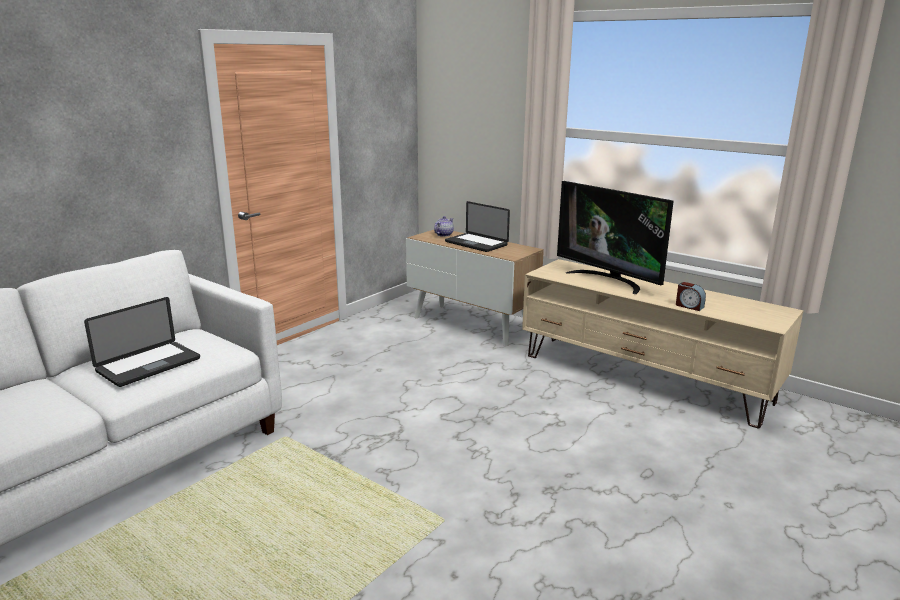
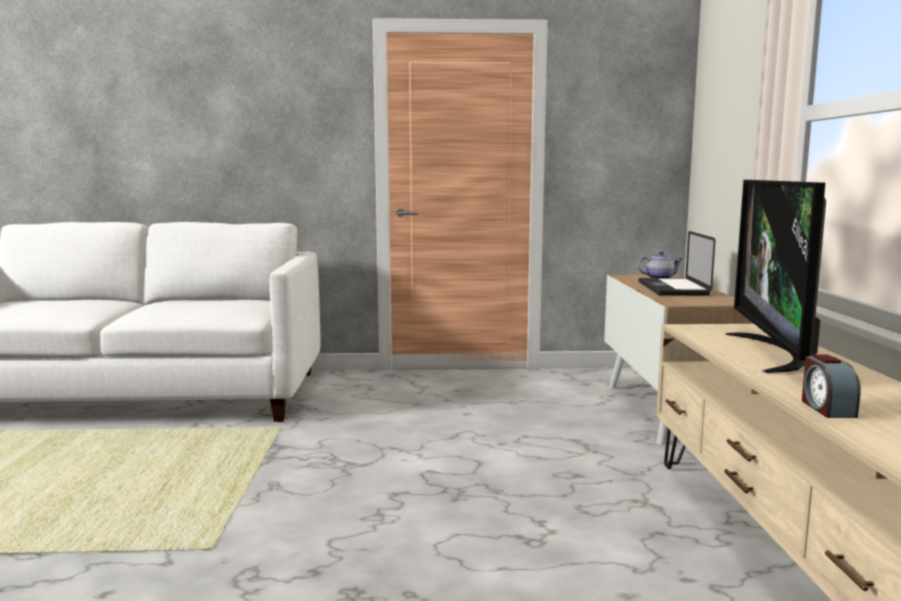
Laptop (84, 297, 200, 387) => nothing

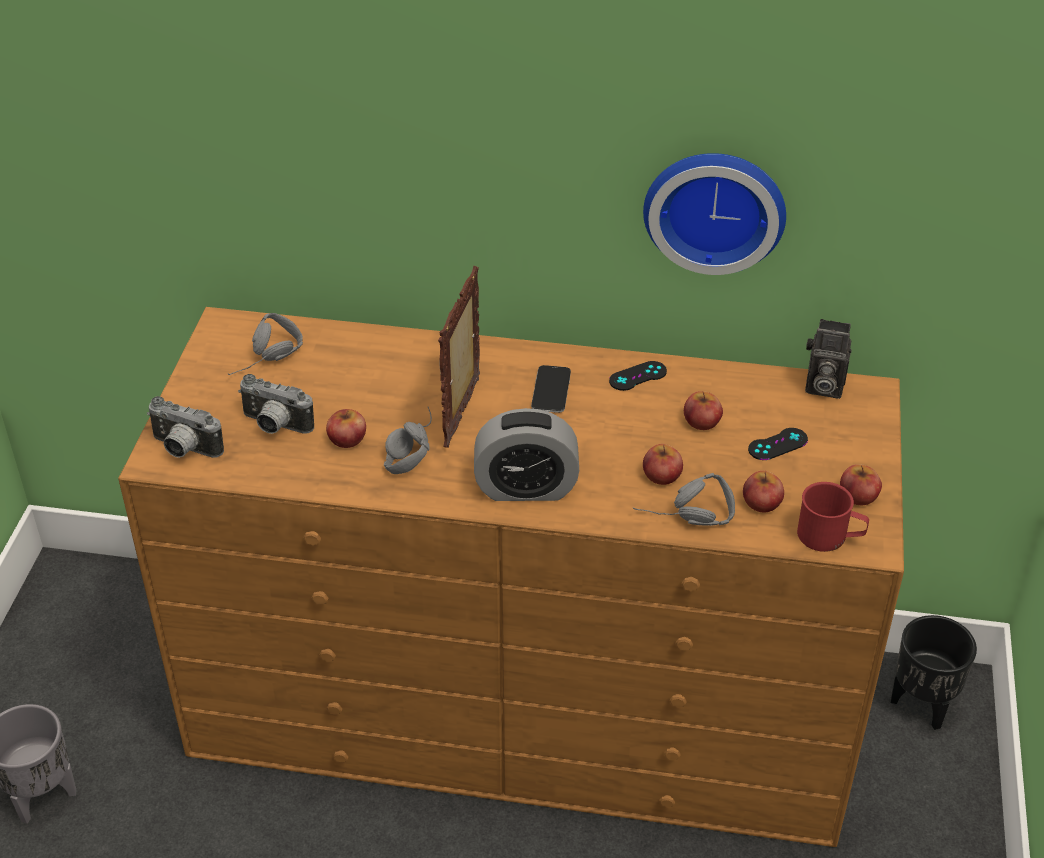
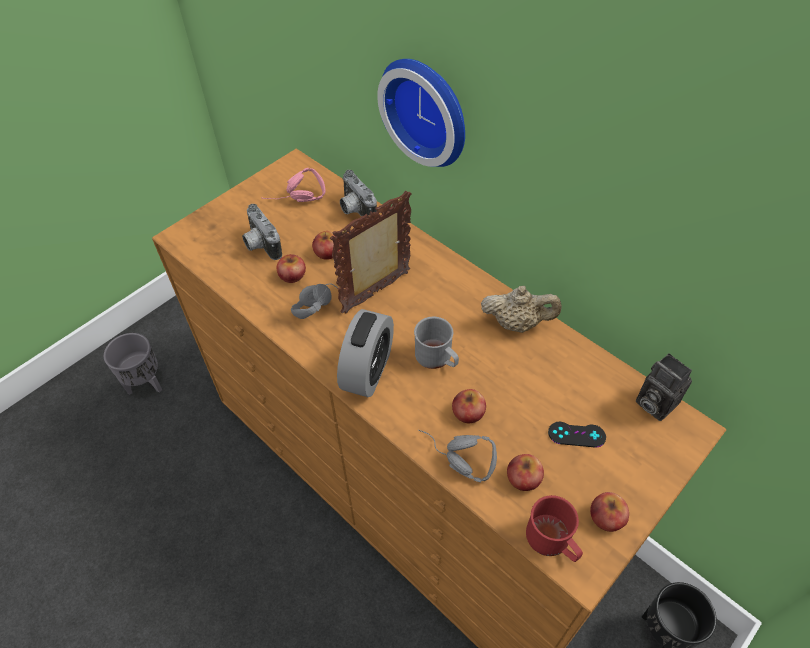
GreyHeadphones (228, 313, 303, 375) => PinkHeadphones (261, 168, 326, 202)
Apple (684, 391, 723, 430) => Apple (312, 231, 341, 260), shifted
AlarmClock (474, 408, 579, 501) => AlarmClock (337, 309, 394, 397), 105 degrees counterclockwise
PhotoCamera (147, 396, 224, 458) => PhotoCamera (340, 170, 377, 218), shifted
WallClock (643, 153, 786, 275) => WallClock (377, 59, 465, 167), shifted
nothing => GreyMug (414, 317, 459, 369)
BlackGameController (609, 361, 667, 391) => BeigeTeapot (481, 286, 562, 333)
Phone (531, 365, 571, 413) => nothing

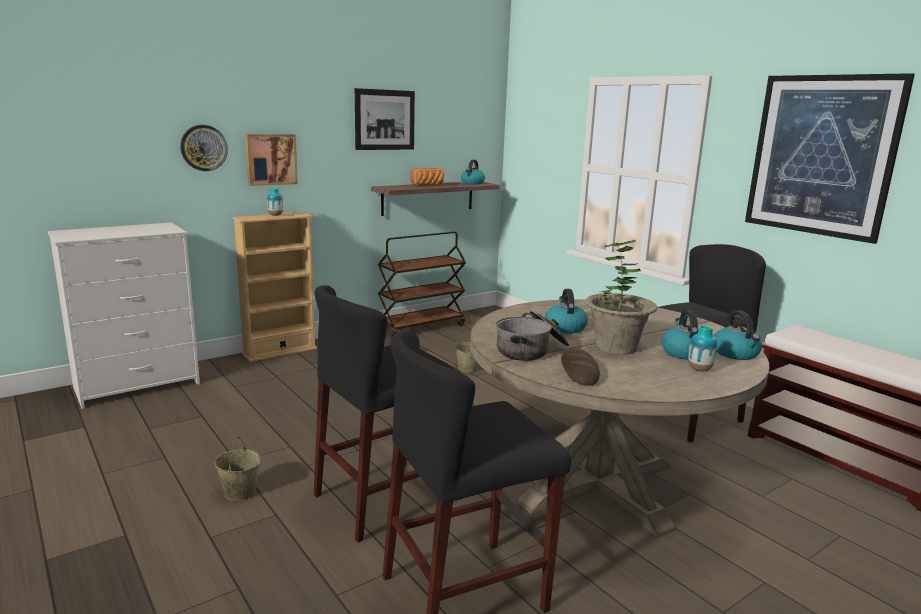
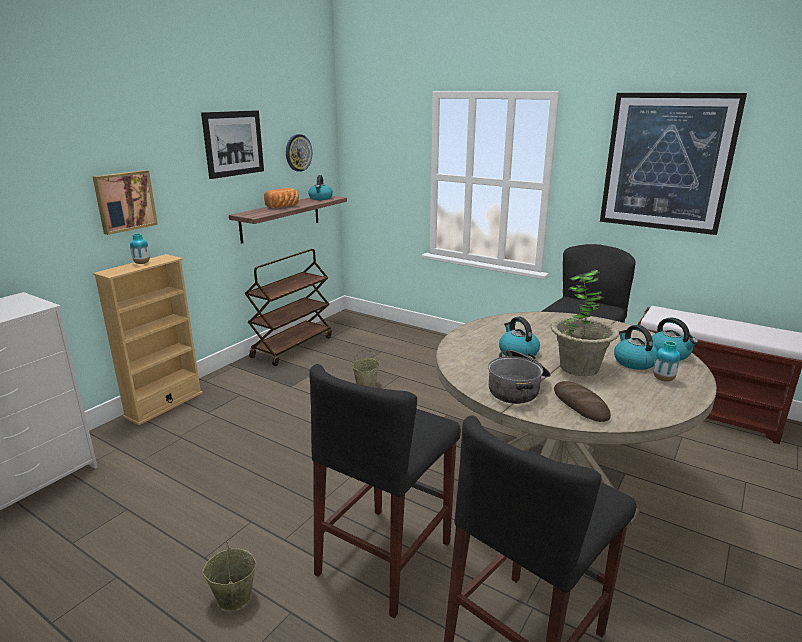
WallClock (180, 125, 228, 171) => WallClock (286, 134, 312, 172), shifted

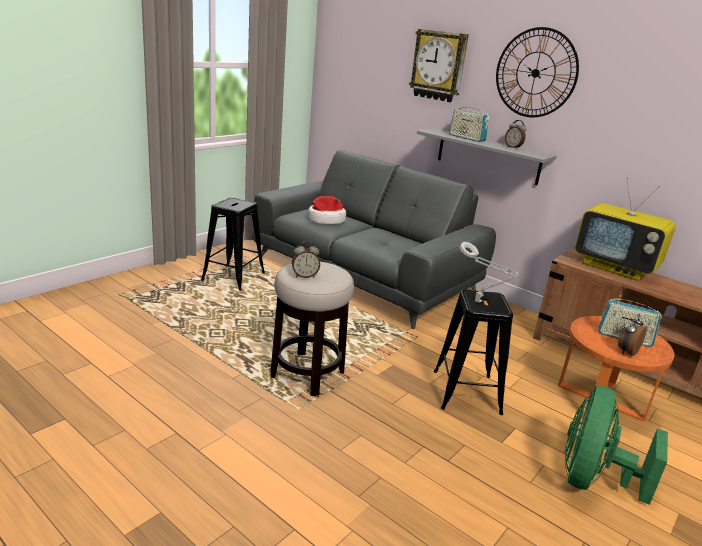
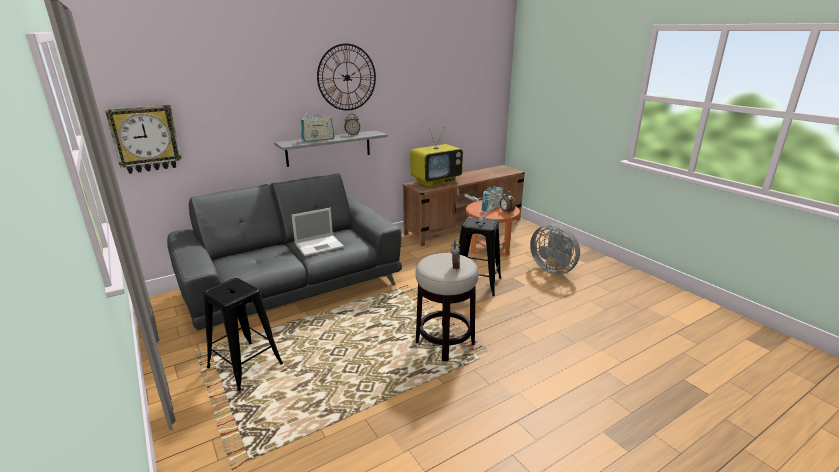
WallClock (409, 29, 469, 102) => WallClock (105, 105, 182, 174), shifted
nothing => Laptop (292, 208, 344, 256)
GreenFan (565, 386, 668, 505) => GreyFan (530, 223, 580, 274)
Hat (308, 196, 346, 225) => nothing

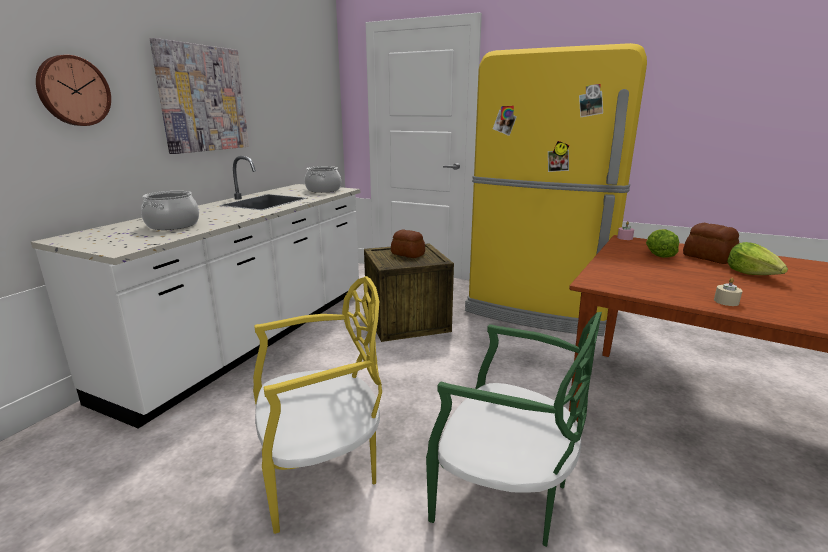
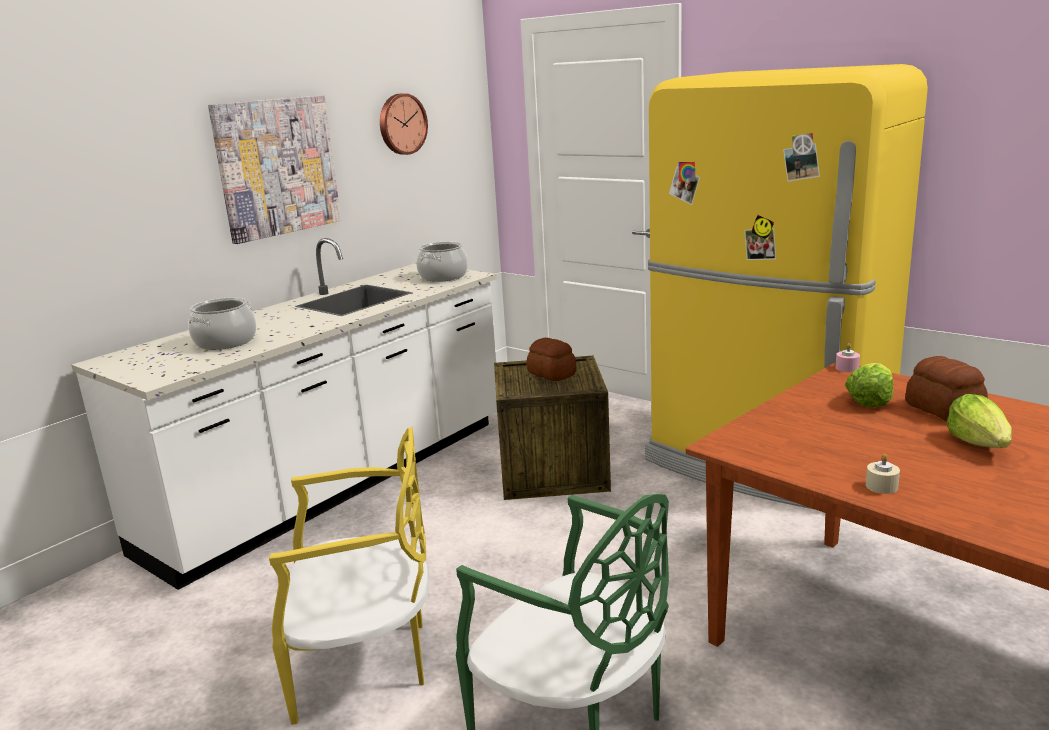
WallClock (36, 55, 111, 126) => WallClock (380, 93, 428, 155), shifted

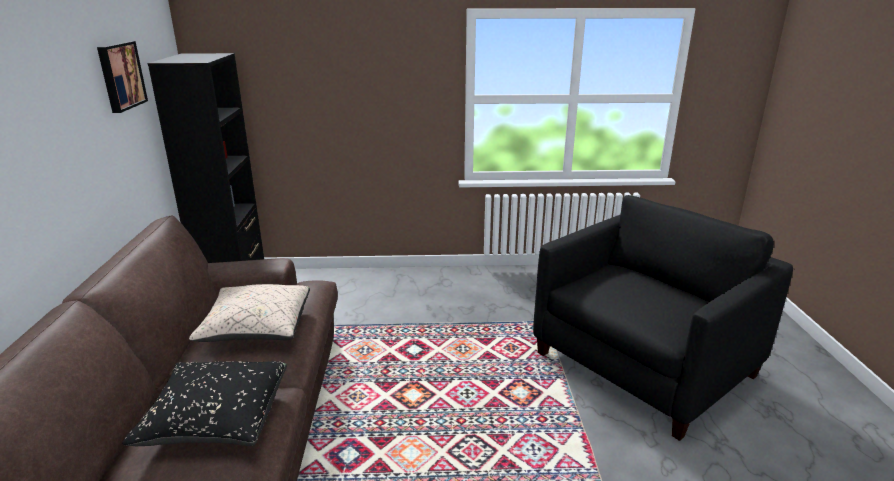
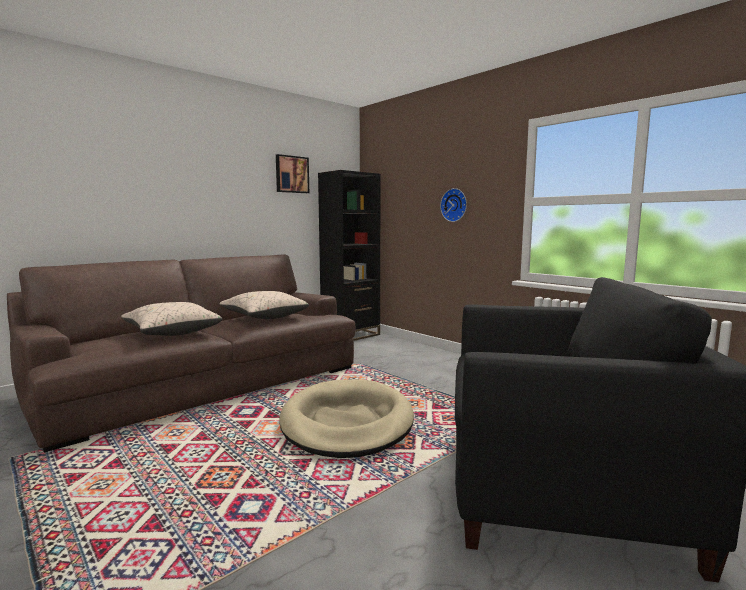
BlackPillow (122, 361, 287, 446) => BeigePillow (121, 302, 222, 336)
nothing => BeigeDogBed (279, 379, 414, 458)
nothing => WallClock (440, 188, 467, 222)

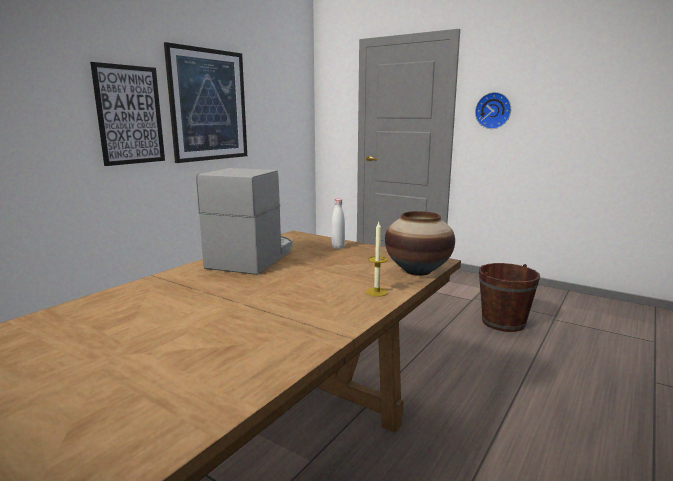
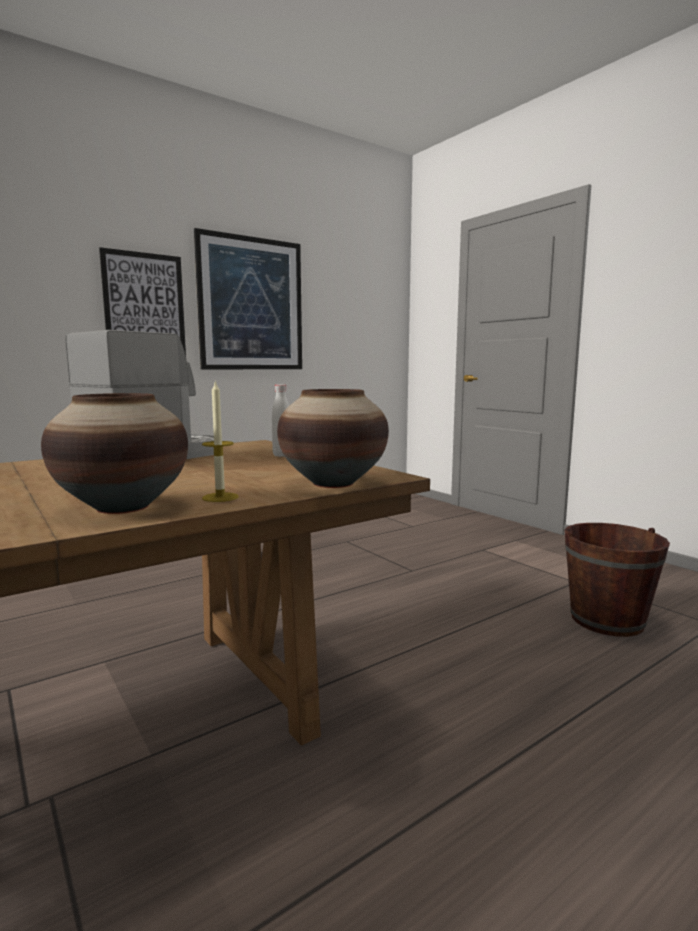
nothing => Vase (41, 393, 188, 514)
WallClock (475, 92, 511, 129) => nothing

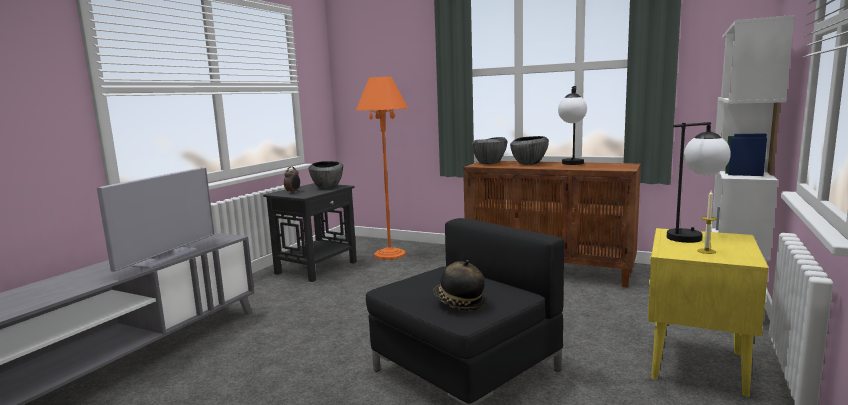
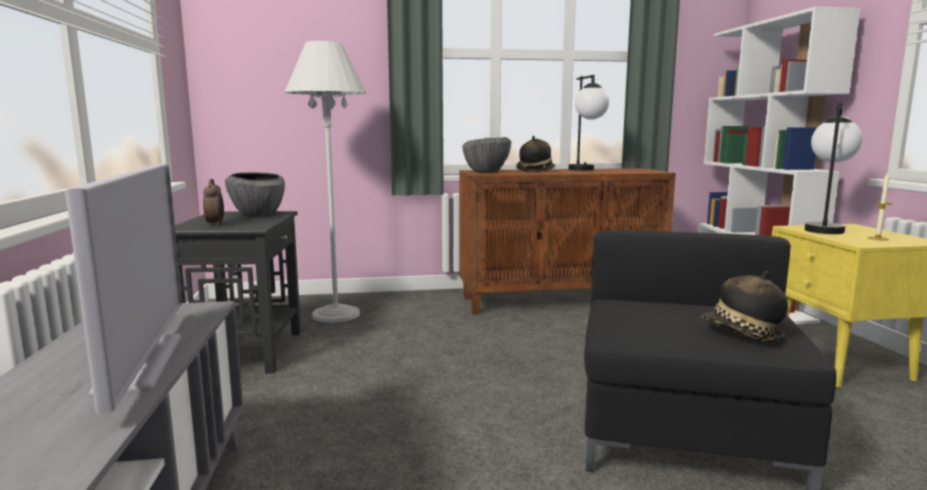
OrangeFloorLamp (356, 77, 408, 260) => WhiteFloorLamp (284, 41, 367, 323)
Bowl (510, 136, 549, 165) => Hat (516, 136, 555, 172)

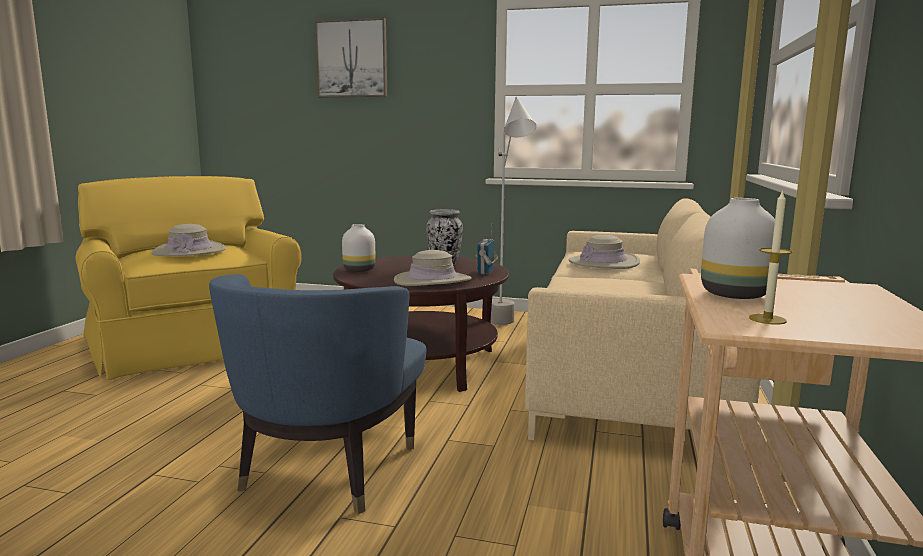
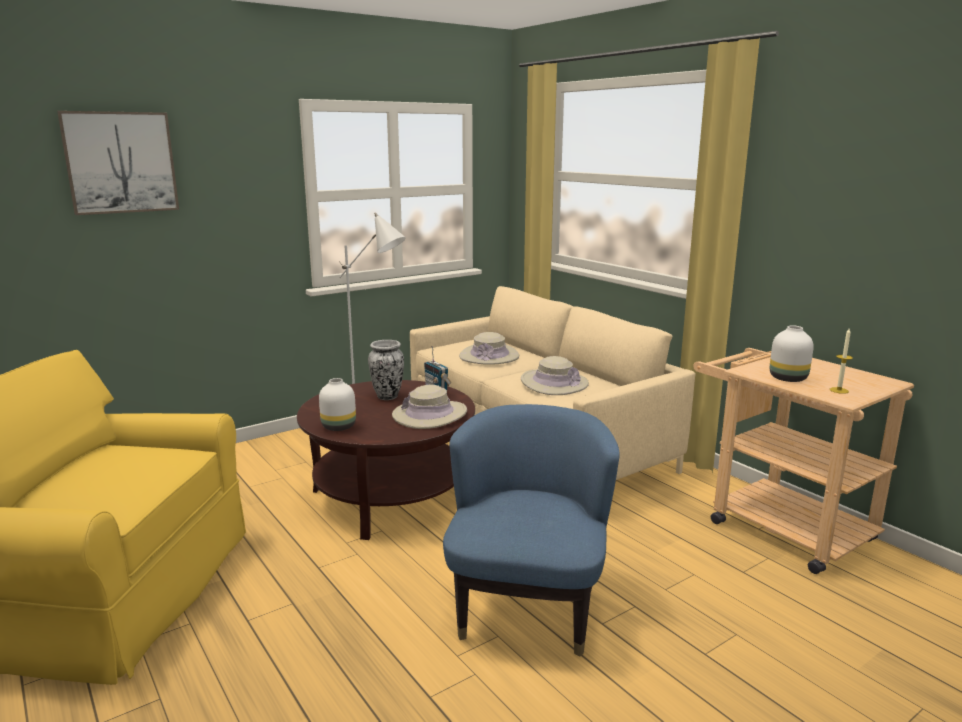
BlueArmchair (209, 274, 426, 514) => BlueArmchair (443, 404, 620, 657), 135 degrees counterclockwise
BeigeHat (152, 224, 226, 256) => BeigeHat (521, 356, 589, 395), shifted

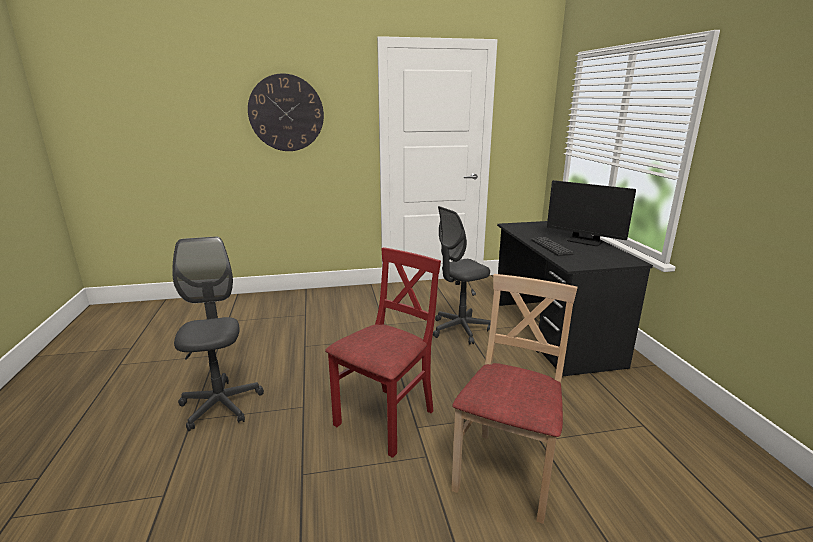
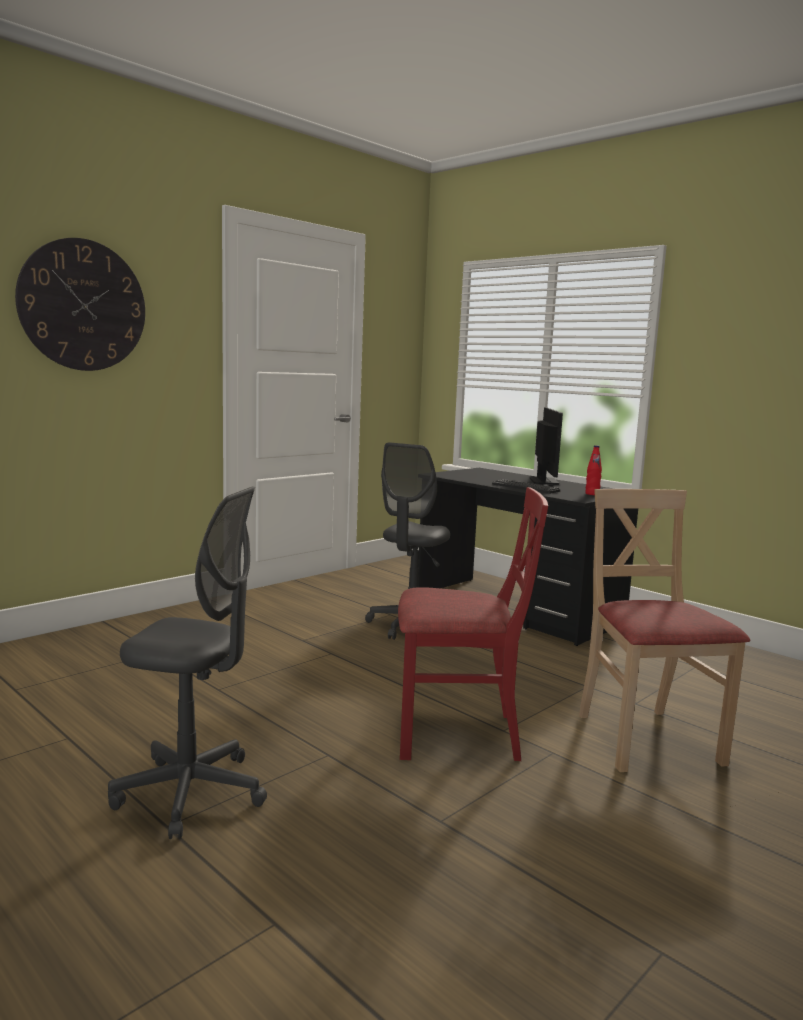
GreyOfficeChair (172, 236, 264, 431) => GreyOfficeChair (108, 486, 267, 839), 150 degrees clockwise
RedChair (325, 247, 441, 458) => RedChair (398, 487, 548, 761), 90 degrees clockwise
Monitor (547, 180, 636, 246) => Monitor (530, 407, 563, 485), 90 degrees counterclockwise
nothing => RedBottle (585, 445, 602, 495)

